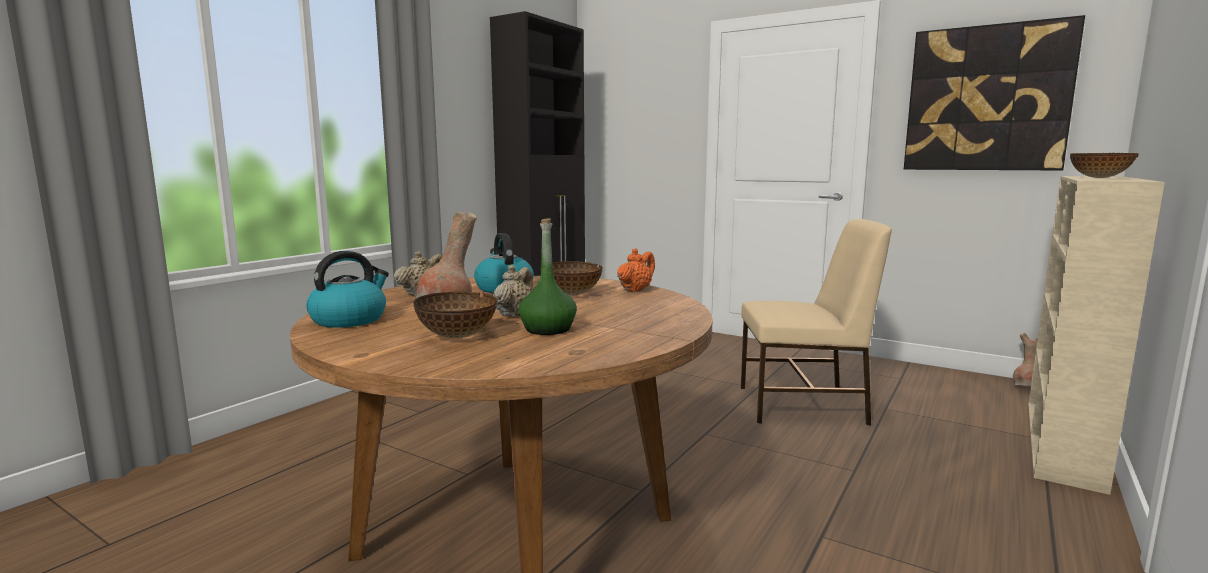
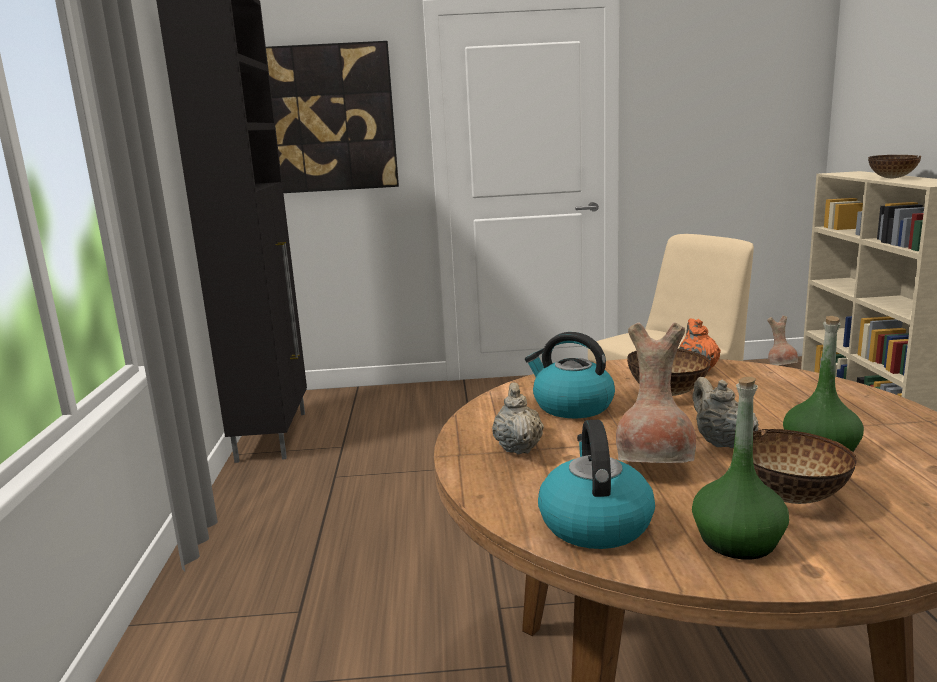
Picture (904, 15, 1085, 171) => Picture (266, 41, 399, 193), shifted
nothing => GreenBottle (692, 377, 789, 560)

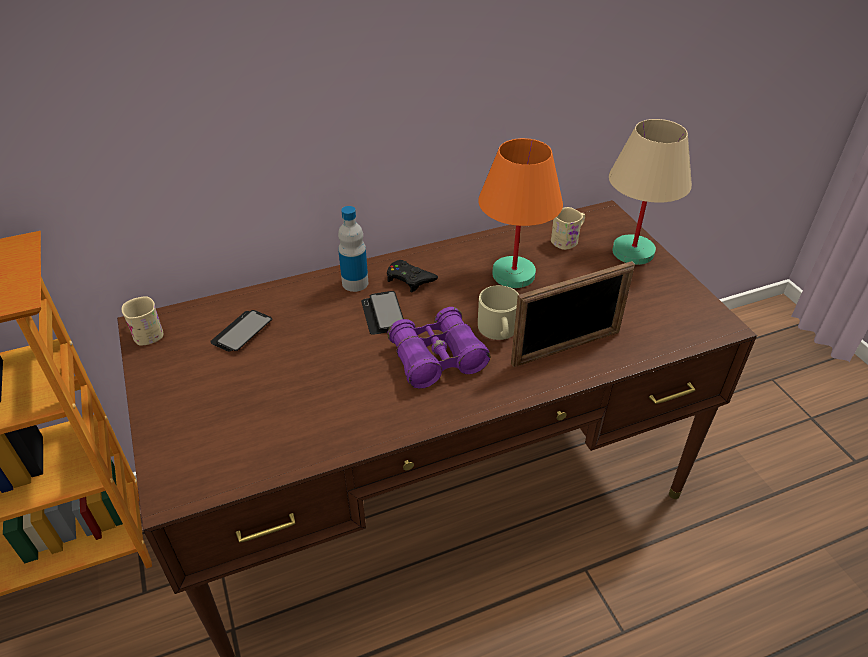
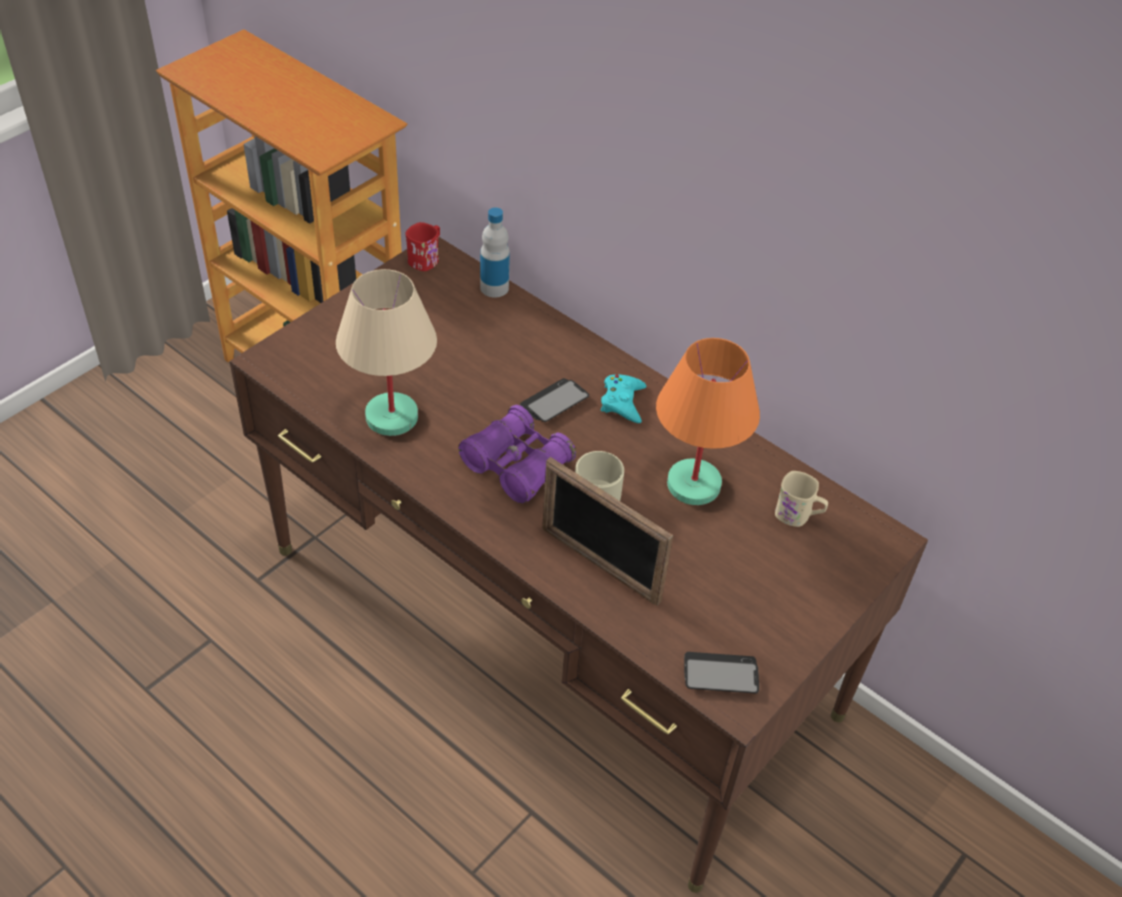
BeigeTableLamp (609, 119, 692, 265) => BeigeTableLamp (336, 269, 437, 436), shifted
BeigeMug (122, 296, 163, 346) => RedMug (405, 222, 440, 271)
Bottle (338, 206, 368, 292) => Bottle (480, 207, 510, 297), shifted
BlackGameController (387, 260, 438, 293) => TurquoiseGameController (601, 375, 647, 423)
Phone (210, 310, 272, 351) => Phone (684, 652, 759, 694), shifted

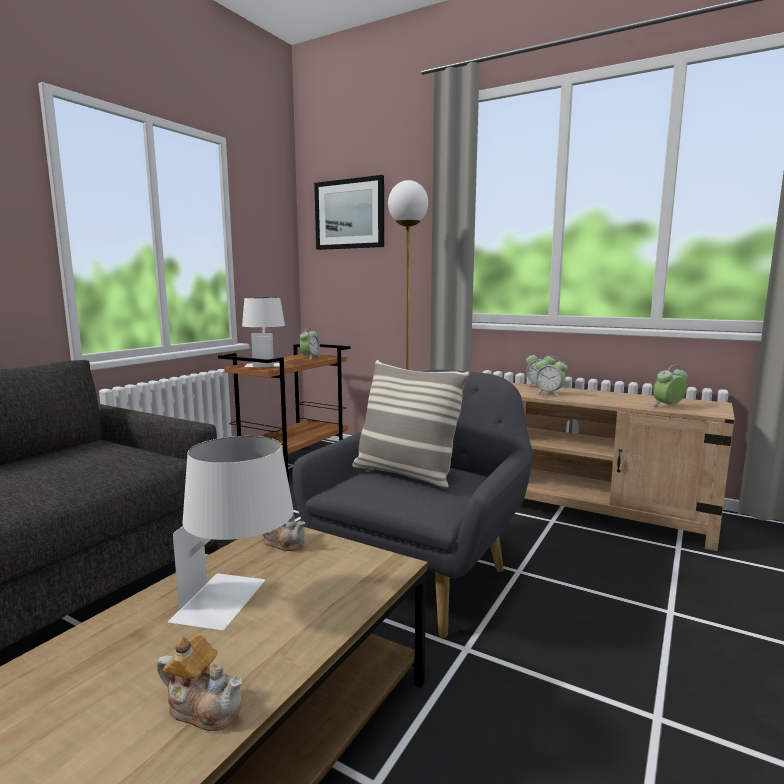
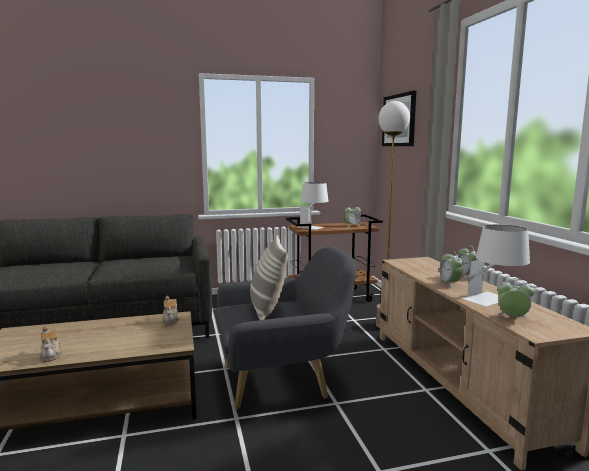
WhiteTableLamp (168, 436, 294, 631) => WhiteTableLamp (463, 225, 530, 307), shifted

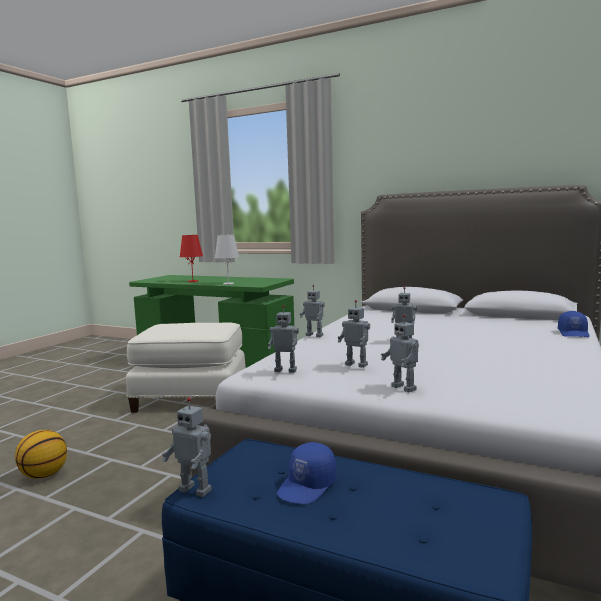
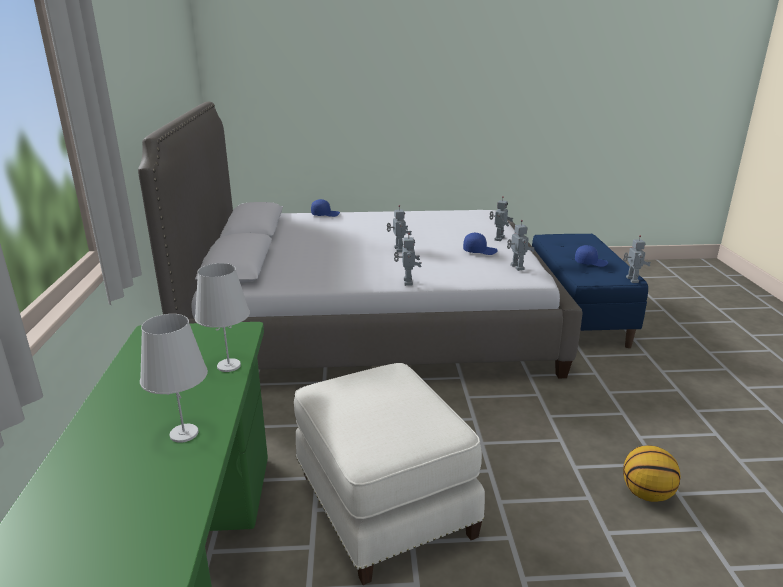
RedTableLamp (180, 235, 203, 282) => WhiteTableLamp (140, 314, 208, 443)
ToyRobot (338, 300, 370, 368) => BlueCap (463, 233, 498, 255)

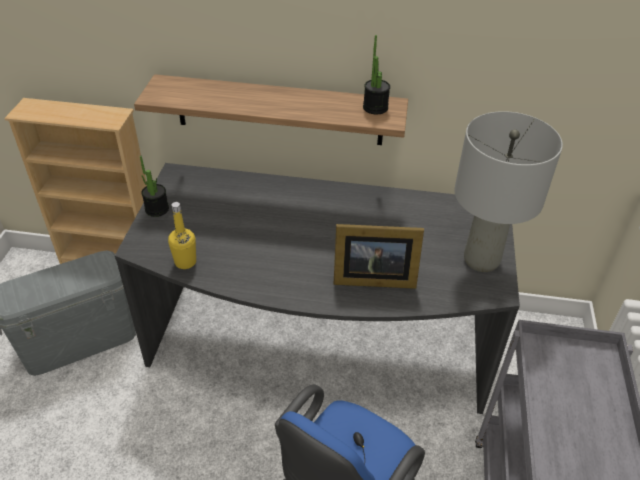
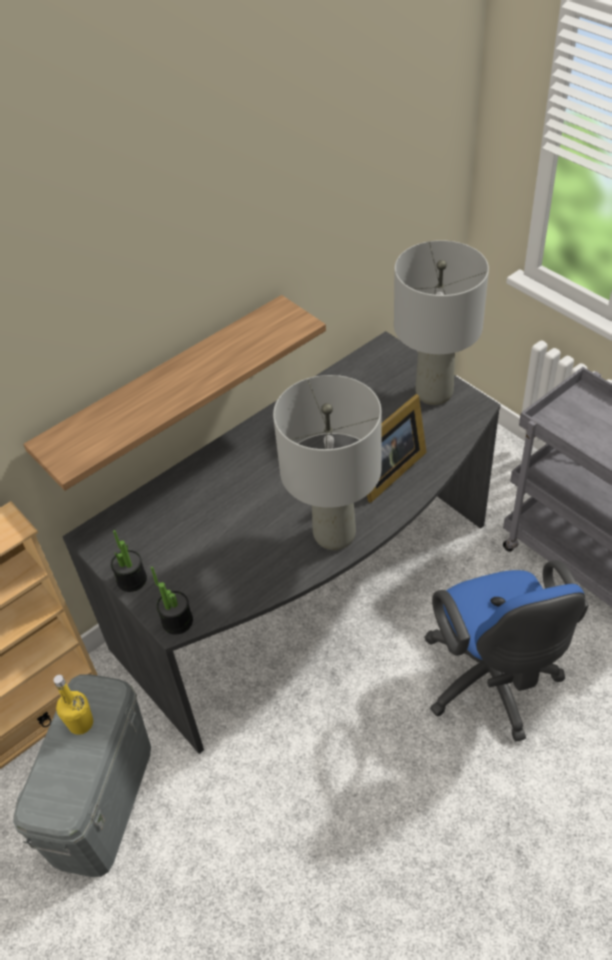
YellowBottle (168, 202, 196, 269) => YellowBottle (53, 675, 93, 735), shifted
PottedPlant (363, 35, 390, 114) => PottedPlant (151, 566, 193, 635), shifted
nothing => GreyTableLamp (273, 375, 381, 550)

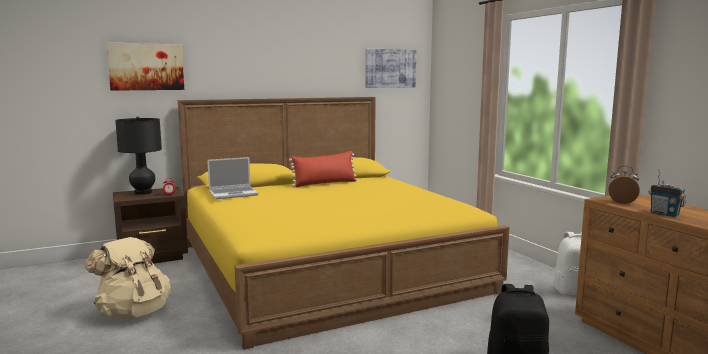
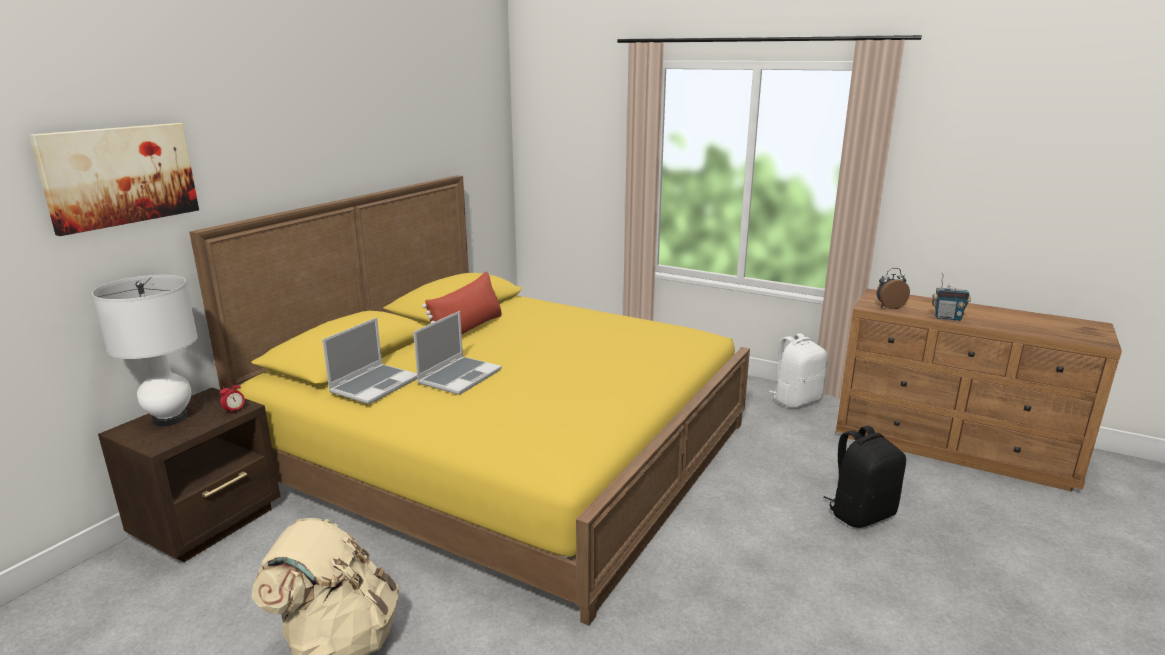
BlackTableLamp (115, 117, 162, 195) => WhiteTableLamp (92, 275, 198, 426)
nothing => Laptop (413, 311, 502, 395)
Picture (365, 49, 416, 88) => nothing

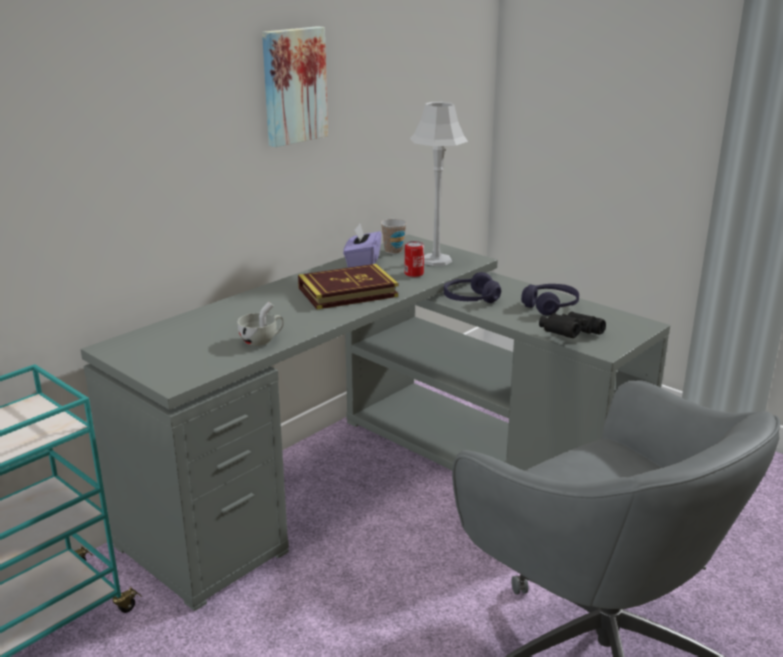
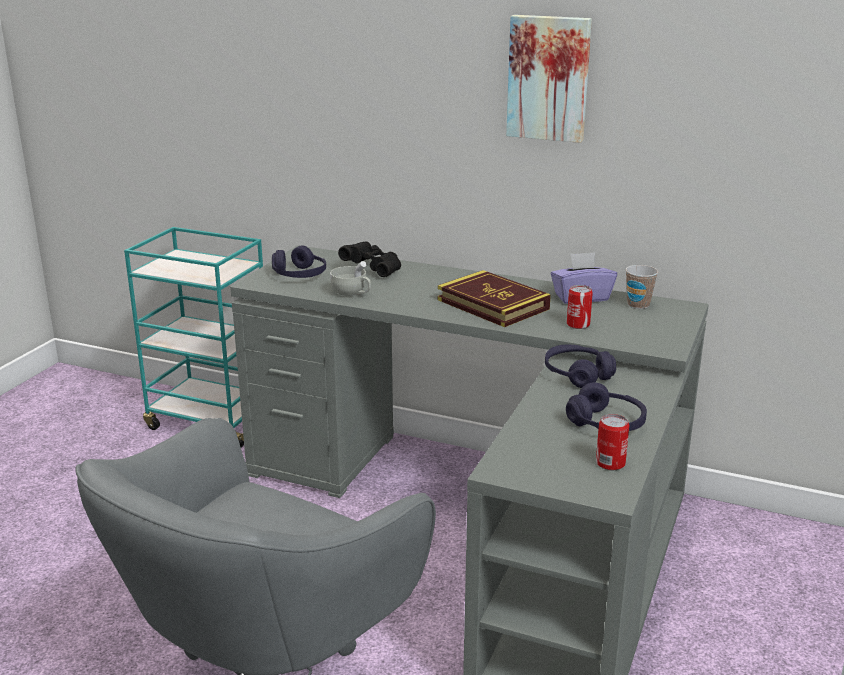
nothing => PurpleHeadphones (272, 245, 326, 278)
BlackBinoculars (539, 311, 606, 338) => BlackBinoculars (338, 241, 401, 277), shifted
nothing => Can (596, 414, 629, 470)
GreyTableLamp (410, 102, 468, 266) => nothing

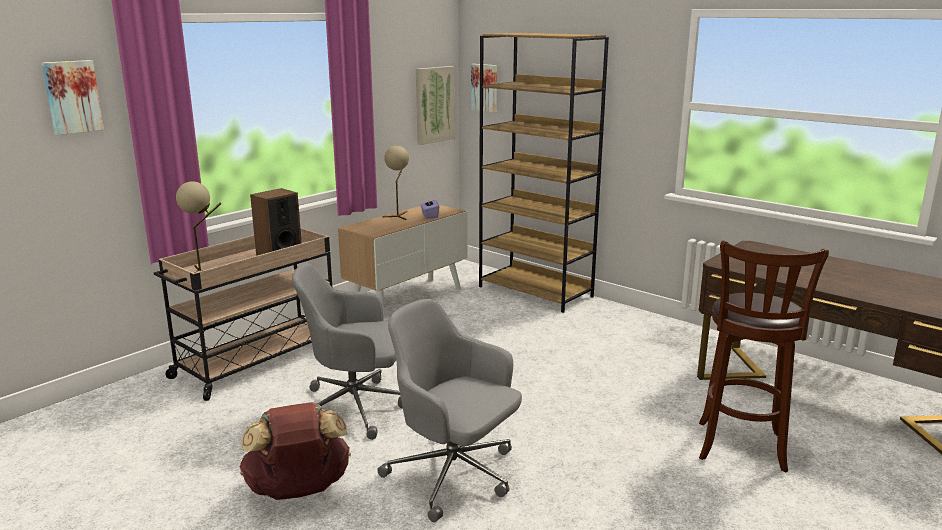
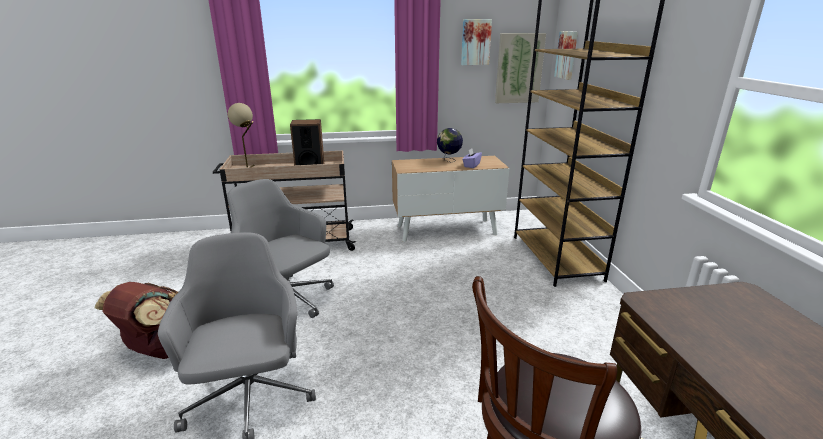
BeigeTableLamp (383, 146, 409, 220) => Globe (437, 128, 463, 162)
Picture (42, 60, 104, 135) => Picture (461, 19, 492, 65), shifted

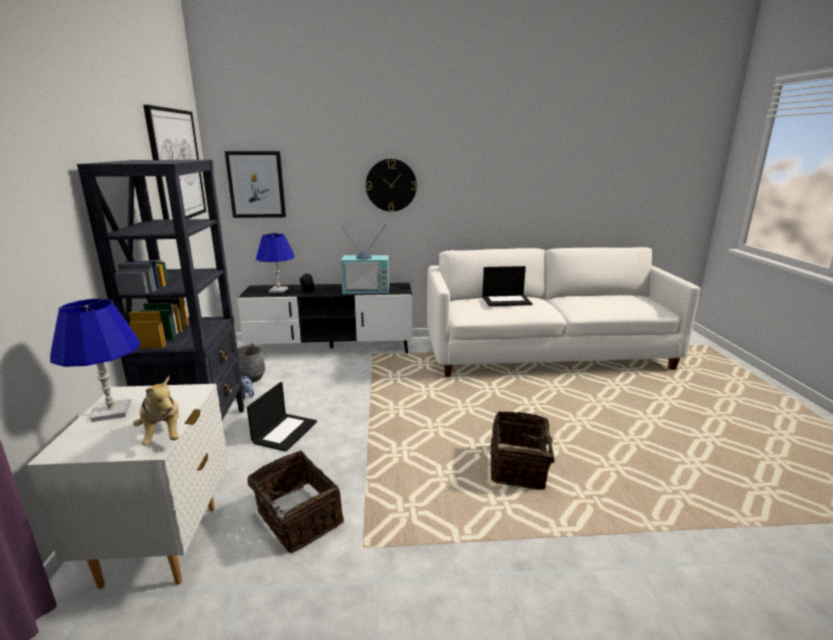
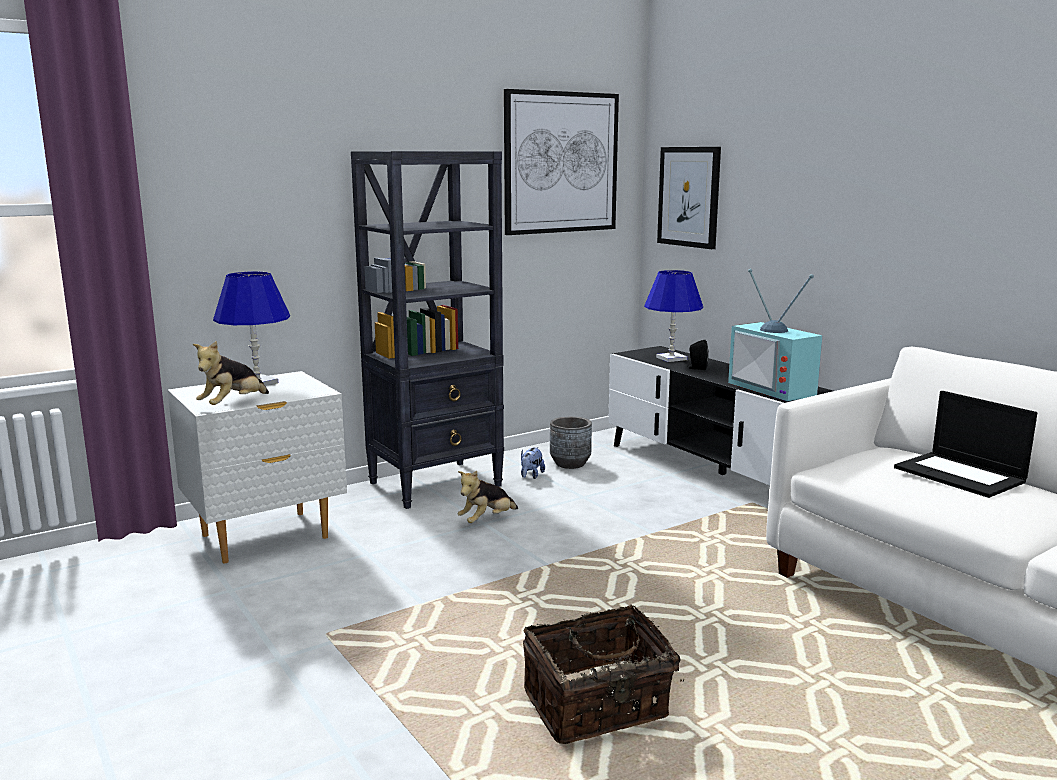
Laptop (247, 382, 317, 452) => PlushToy (458, 471, 518, 523)
Basket (247, 450, 344, 553) => nothing
WallClock (366, 159, 417, 212) => nothing

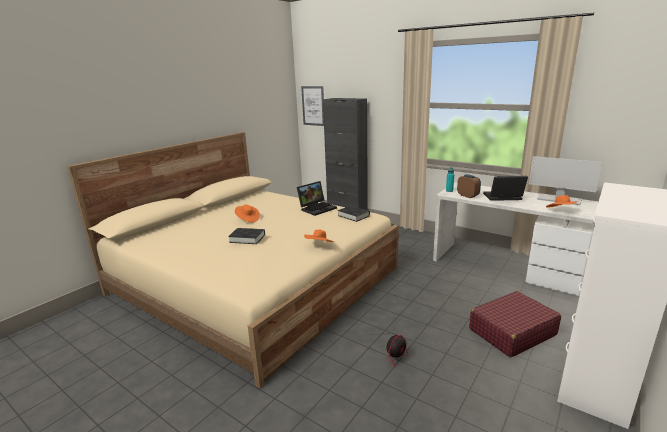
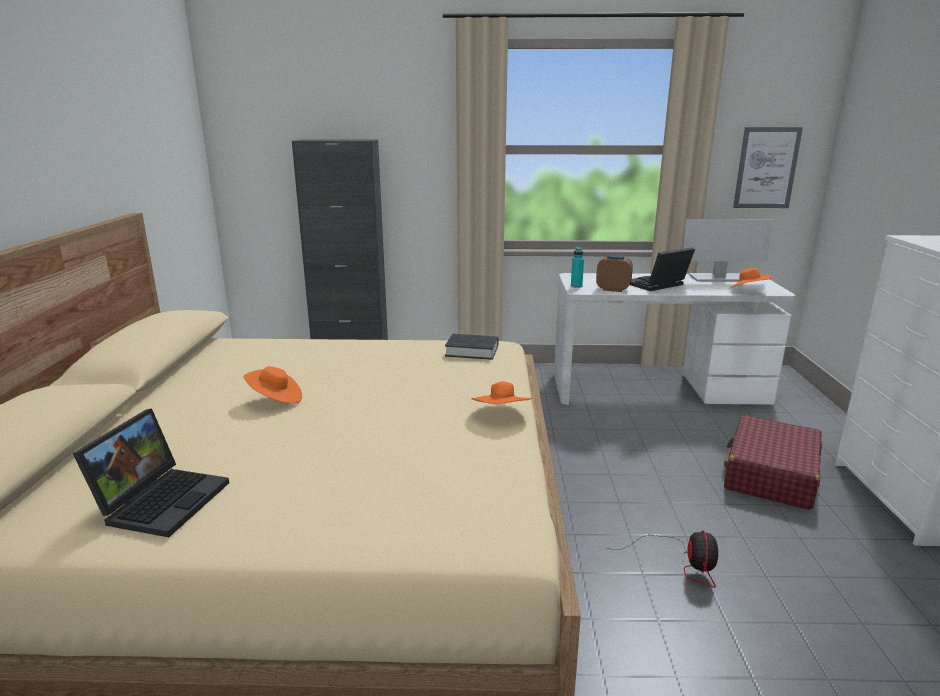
Laptop (297, 181, 337, 216) => Laptop (73, 409, 229, 537), shifted
Picture (301, 86, 324, 126) => Picture (733, 127, 803, 208), shifted
BlackBook (228, 228, 265, 244) => nothing

